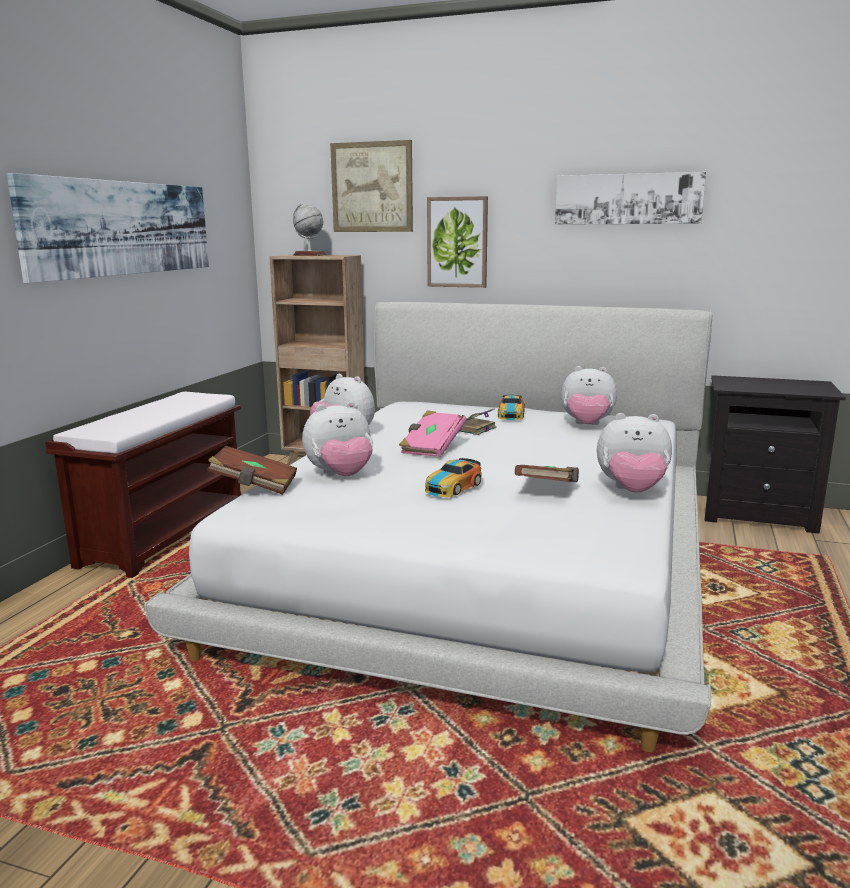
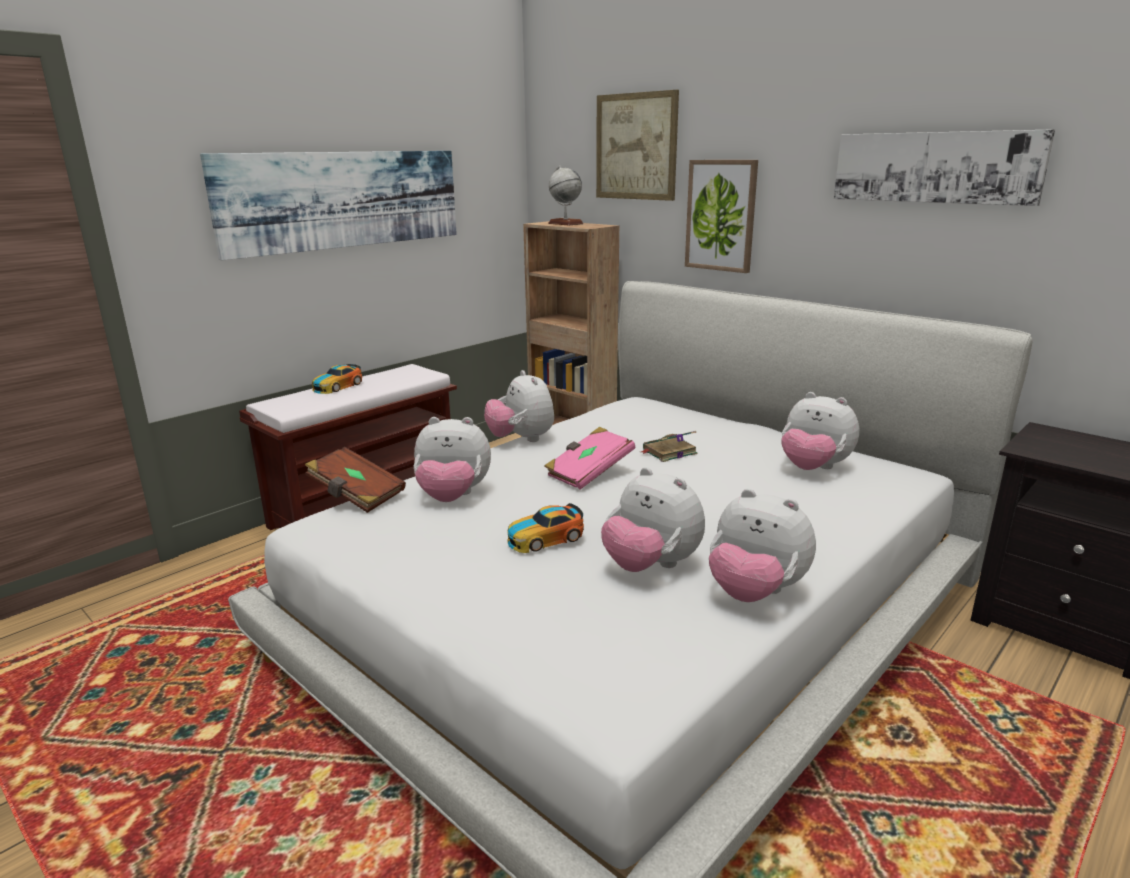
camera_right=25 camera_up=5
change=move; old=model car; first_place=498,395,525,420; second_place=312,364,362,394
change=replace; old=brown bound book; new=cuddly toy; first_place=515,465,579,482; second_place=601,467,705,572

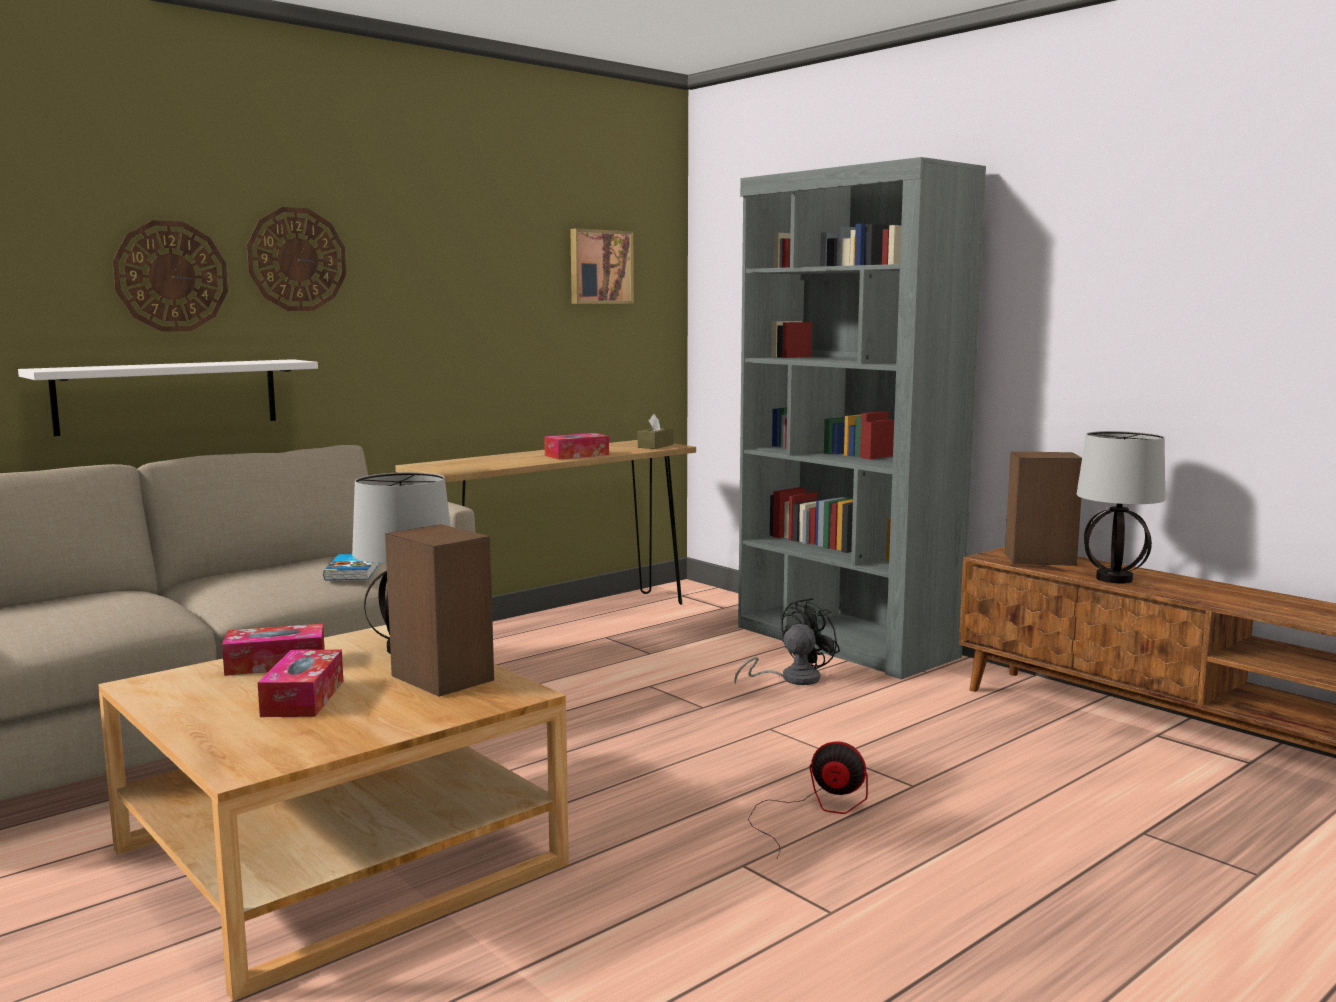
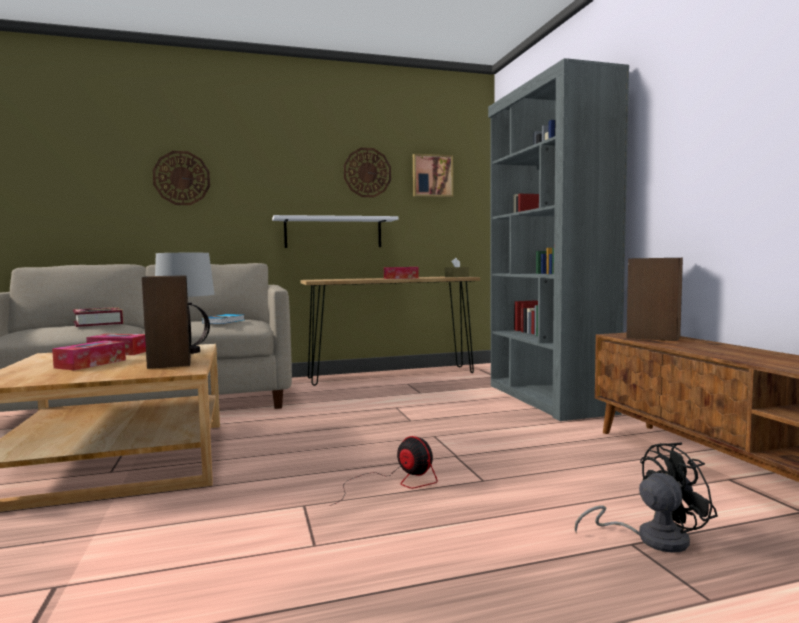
camera_right=25 camera_up=-5
change=delete; old=lamp for a table; first_place=1077,431,1165,583
change=insert; new=bound book; second_place=73,307,124,327
change=move; old=white wall shelf; first_place=18,359,318,436; second_place=272,215,398,248
change=move; old=clock on the wall; first_place=246,207,346,311; second_place=344,148,391,197
change=move; old=blackish electric fan; first_place=734,598,840,685; second_place=575,443,718,553

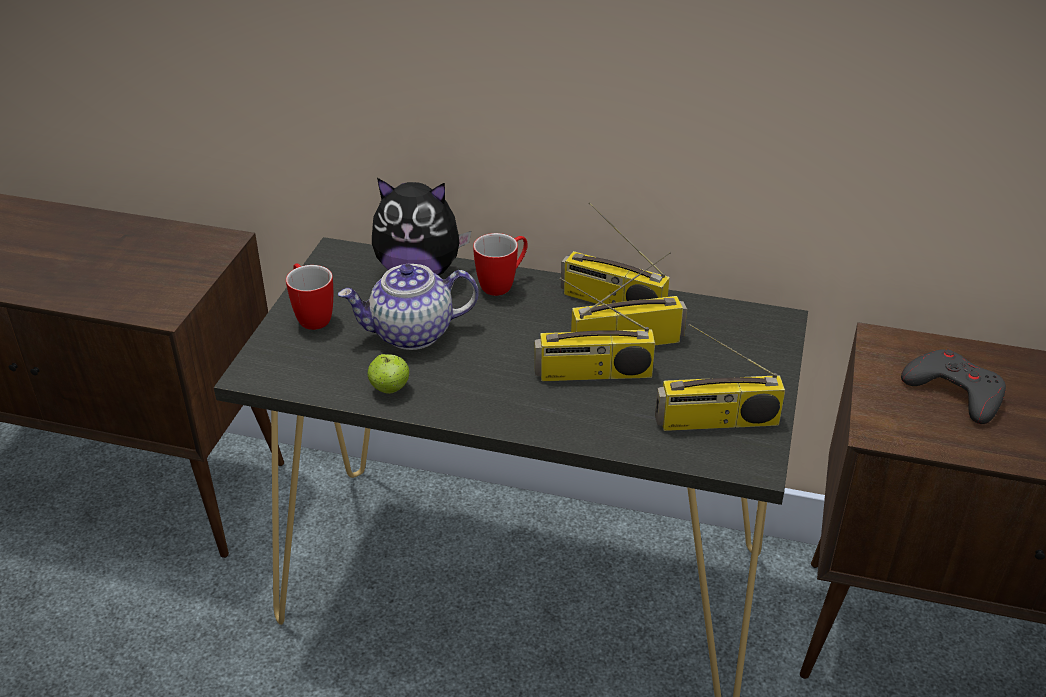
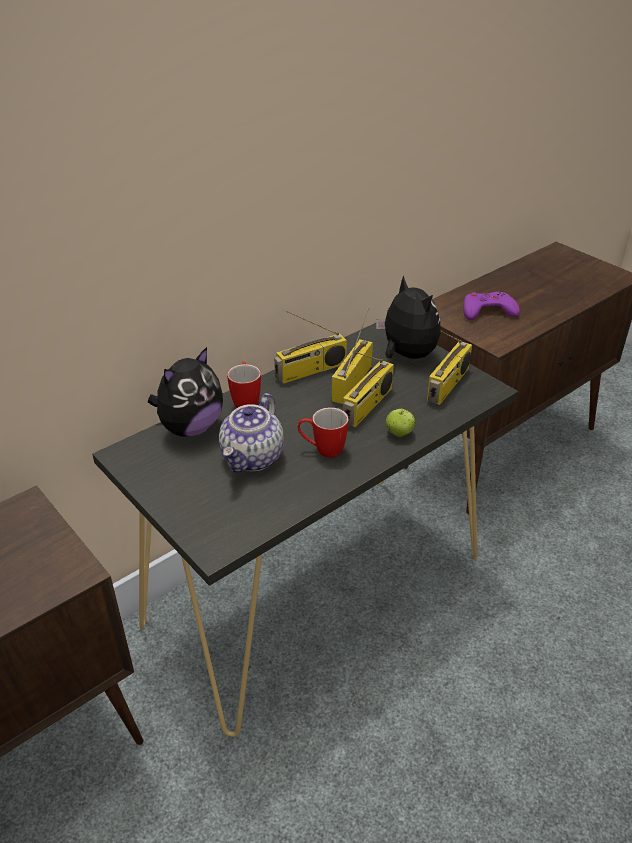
camera_right=-55 camera_up=0
change=insert; new=cuddly toy; second_place=376,275,441,359
change=move; old=mug; first_place=286,263,333,330; second_place=298,407,349,458
change=move; old=apple fruit; first_place=367,354,410,394; second_place=385,408,415,437
change=recolor; old=greyish gamepad; new=purple gamepad; first_place=901,350,1006,424; second_place=463,292,520,320

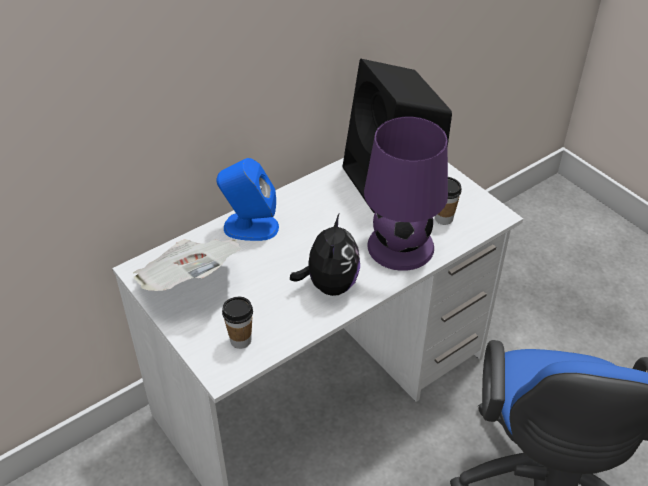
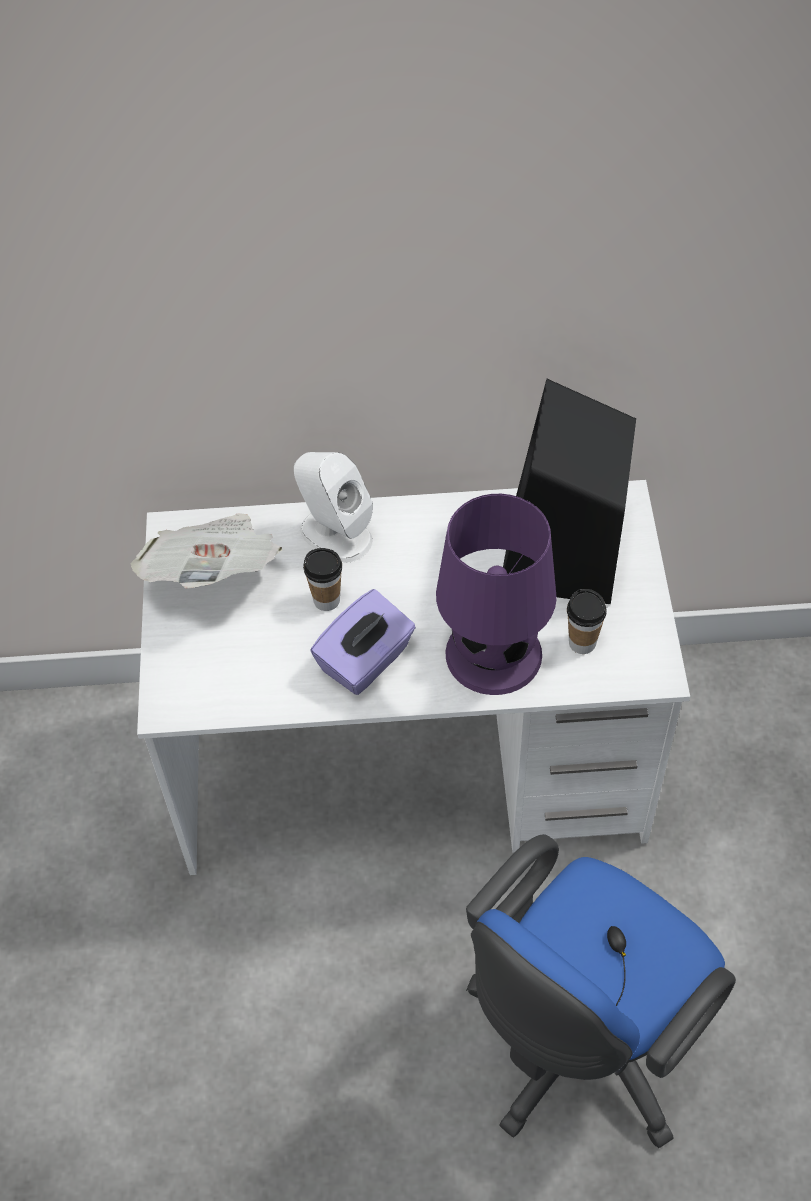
camera_right=35 camera_up=10
change=move; old=cup; first_place=222,297,253,349; second_place=303,548,342,611
change=replace; old=cuddly toy; new=purple tissue holder; first_place=290,214,360,296; second_place=310,589,416,695
change=recolor; old=blue speaker; new=white speaker; first_place=216,158,279,241; second_place=294,452,373,563

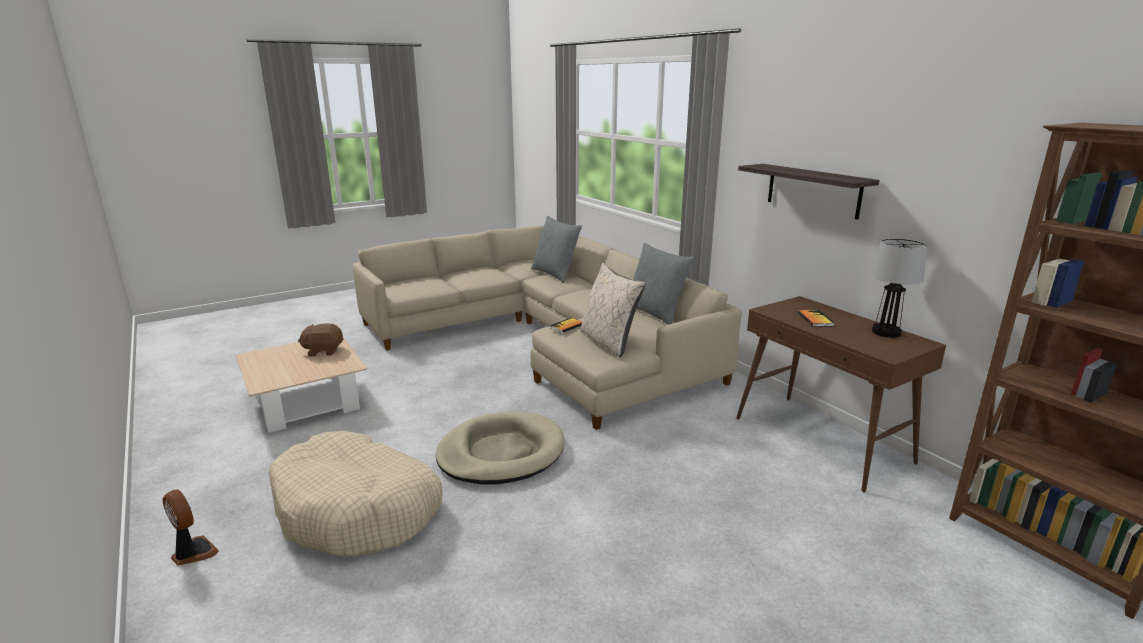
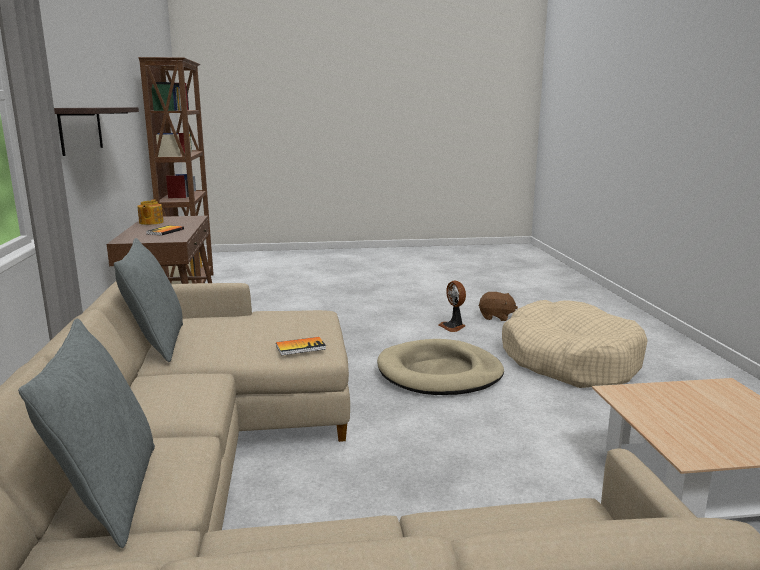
camera_right=-155 camera_up=-5
change=delete; old=sand-coloured cushion; first_place=581,263,645,357
change=move; old=electric fan; first_place=163,489,219,566; second_place=438,281,466,332
change=move; old=brown cuddly toy; first_place=298,324,344,357; second_place=478,292,518,321
change=replace; old=lamp for a table; new=tea pot; first_place=872,238,927,338; second_place=137,200,164,225

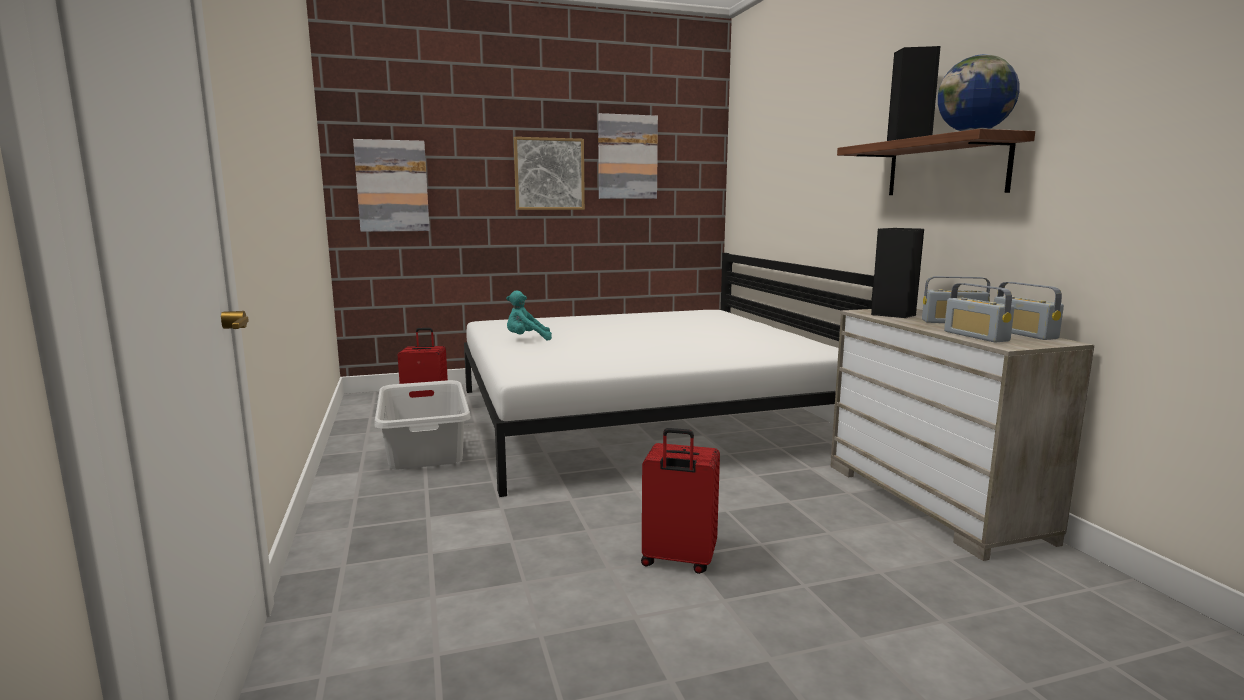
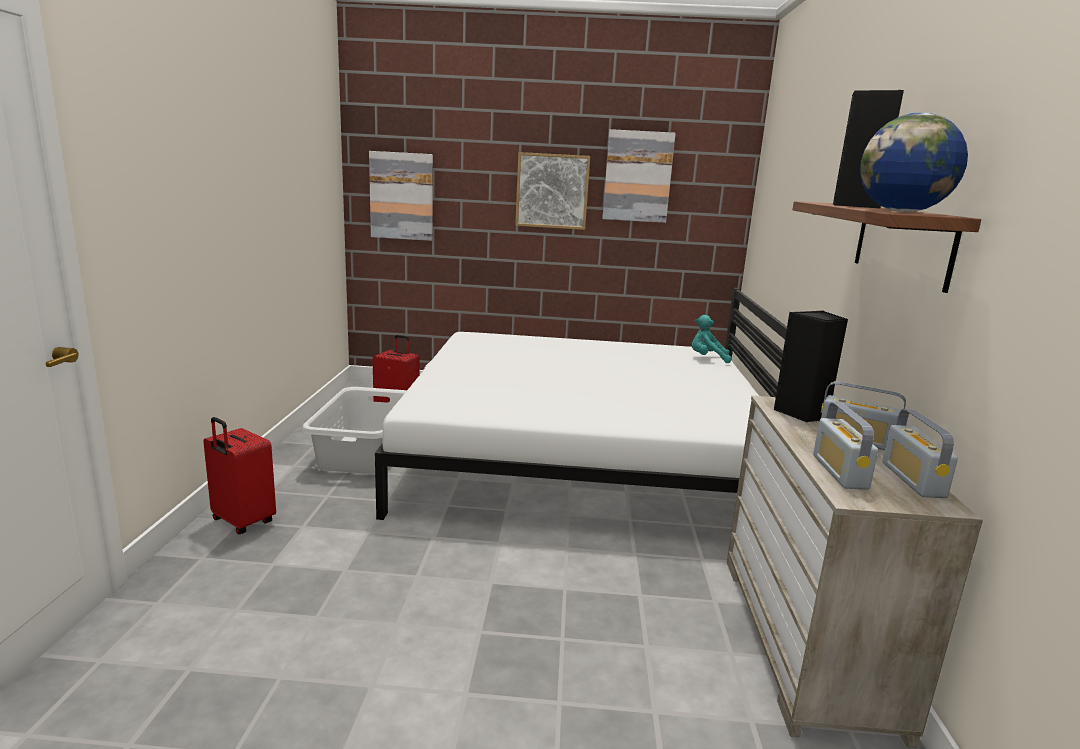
camera_right=20 camera_up=5
change=move; old=turquoise cuddly toy; first_place=506,290,552,341; second_place=692,315,732,363
change=move; old=red-coloured piece of luggage; first_place=641,428,720,574; second_place=203,417,276,535

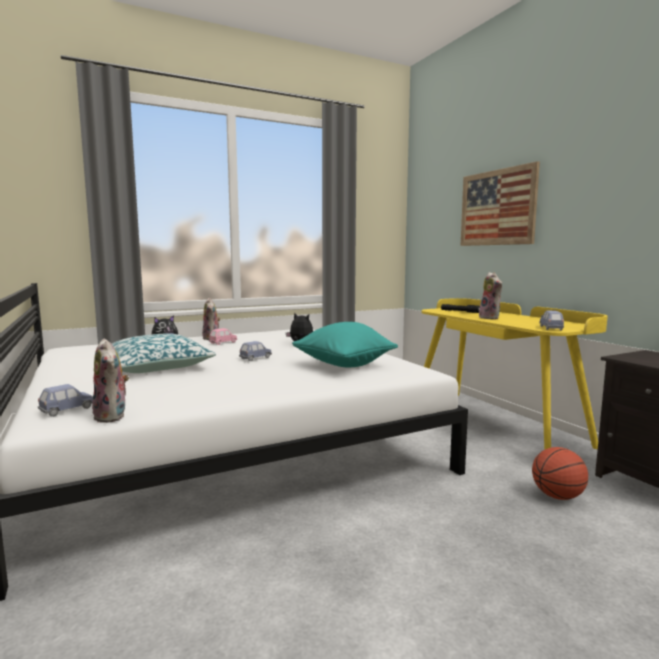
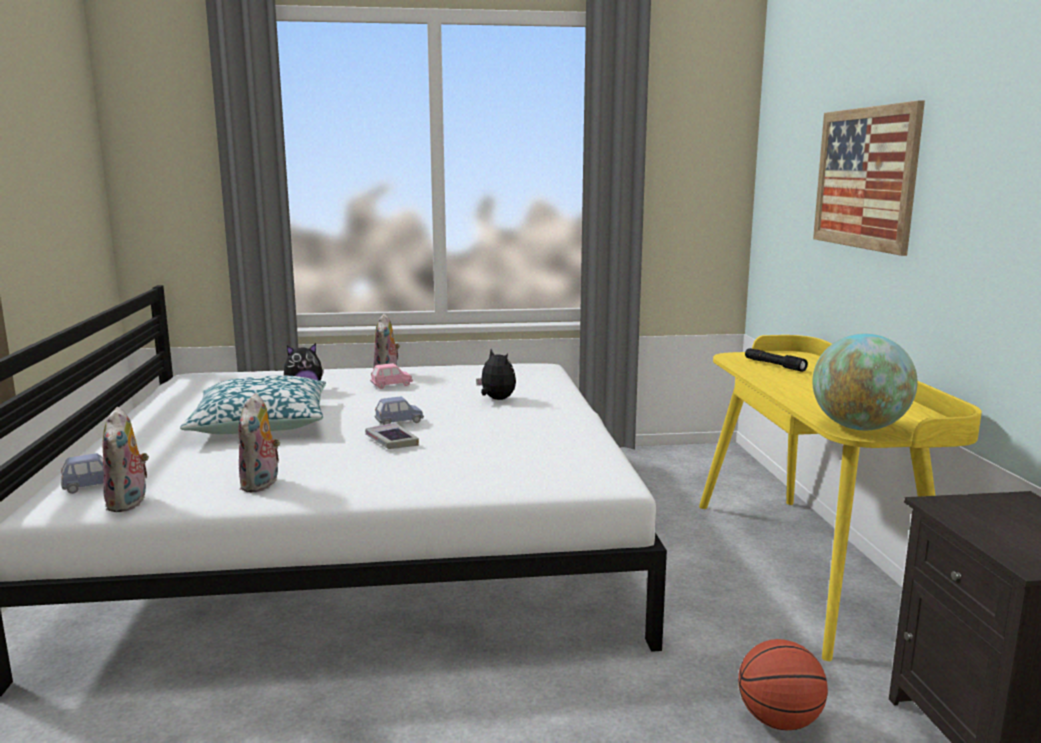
camera_right=20 camera_up=5
change=delete; old=turquoise cushion; first_place=292,322,398,367
change=insert; new=bound book; second_place=365,423,419,449
change=move; old=cuddly toy; first_place=479,272,503,319; second_place=238,393,280,492
change=replace; old=blue model car; new=world globe; first_place=540,310,564,330; second_place=812,334,918,430

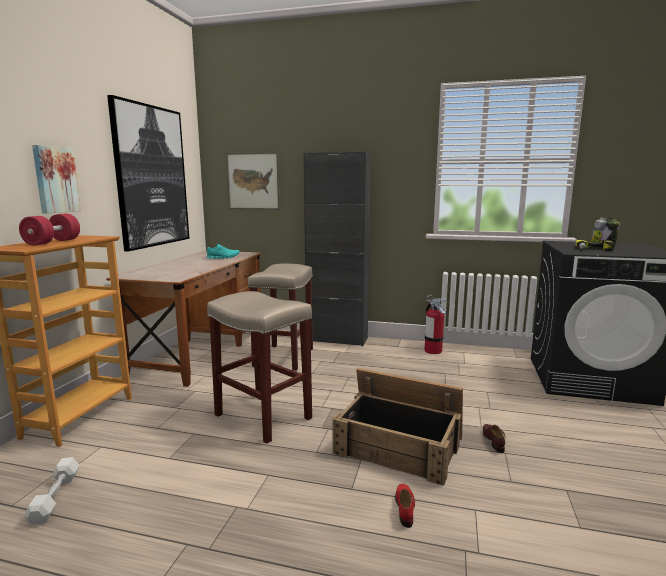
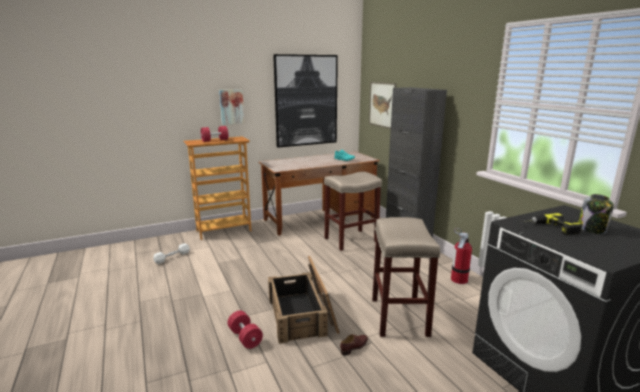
camera_right=50 camera_up=5
change=move; old=sand-coloured stool; first_place=207,291,312,444; second_place=372,217,440,337
change=replace; old=red-coloured shoe; new=red-coloured dumbbell; first_place=395,484,415,528; second_place=228,311,263,349

